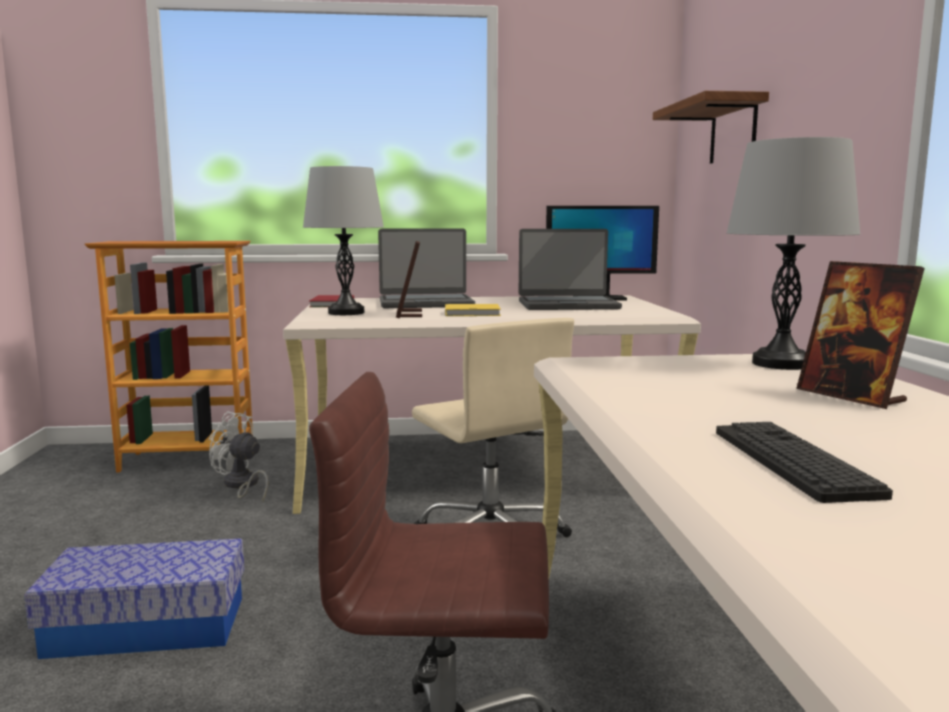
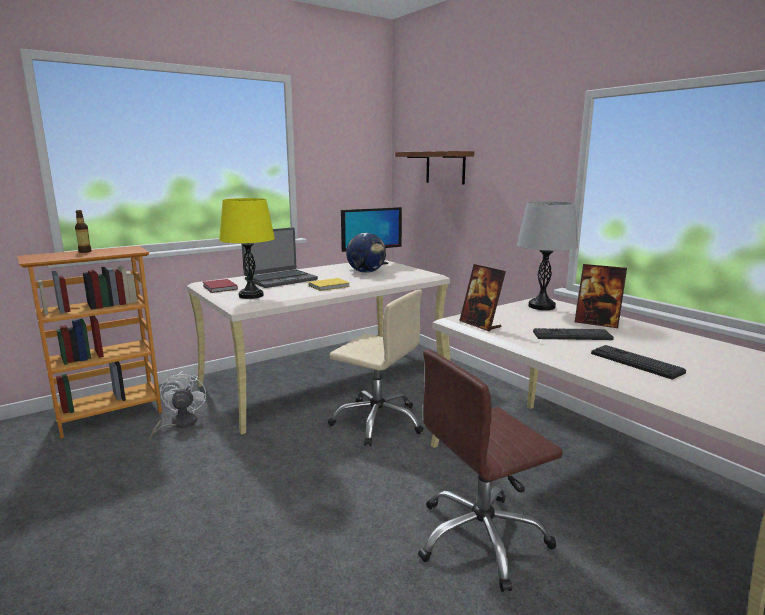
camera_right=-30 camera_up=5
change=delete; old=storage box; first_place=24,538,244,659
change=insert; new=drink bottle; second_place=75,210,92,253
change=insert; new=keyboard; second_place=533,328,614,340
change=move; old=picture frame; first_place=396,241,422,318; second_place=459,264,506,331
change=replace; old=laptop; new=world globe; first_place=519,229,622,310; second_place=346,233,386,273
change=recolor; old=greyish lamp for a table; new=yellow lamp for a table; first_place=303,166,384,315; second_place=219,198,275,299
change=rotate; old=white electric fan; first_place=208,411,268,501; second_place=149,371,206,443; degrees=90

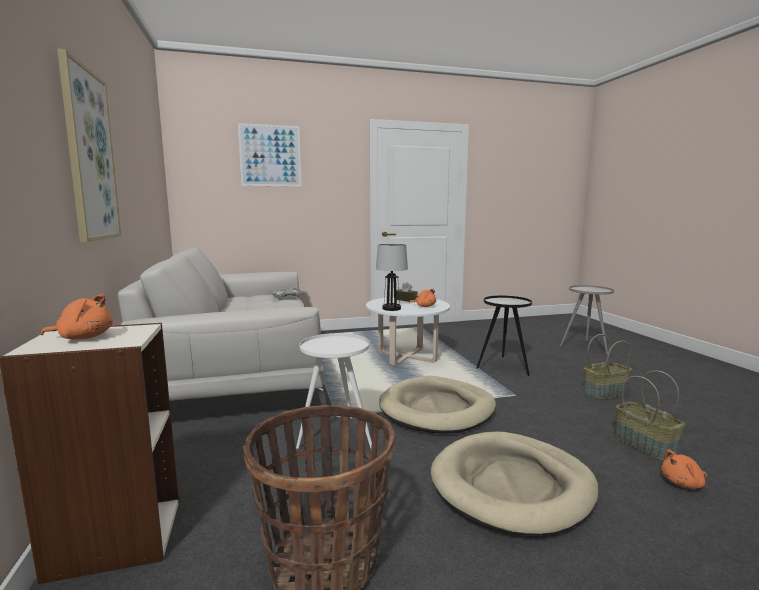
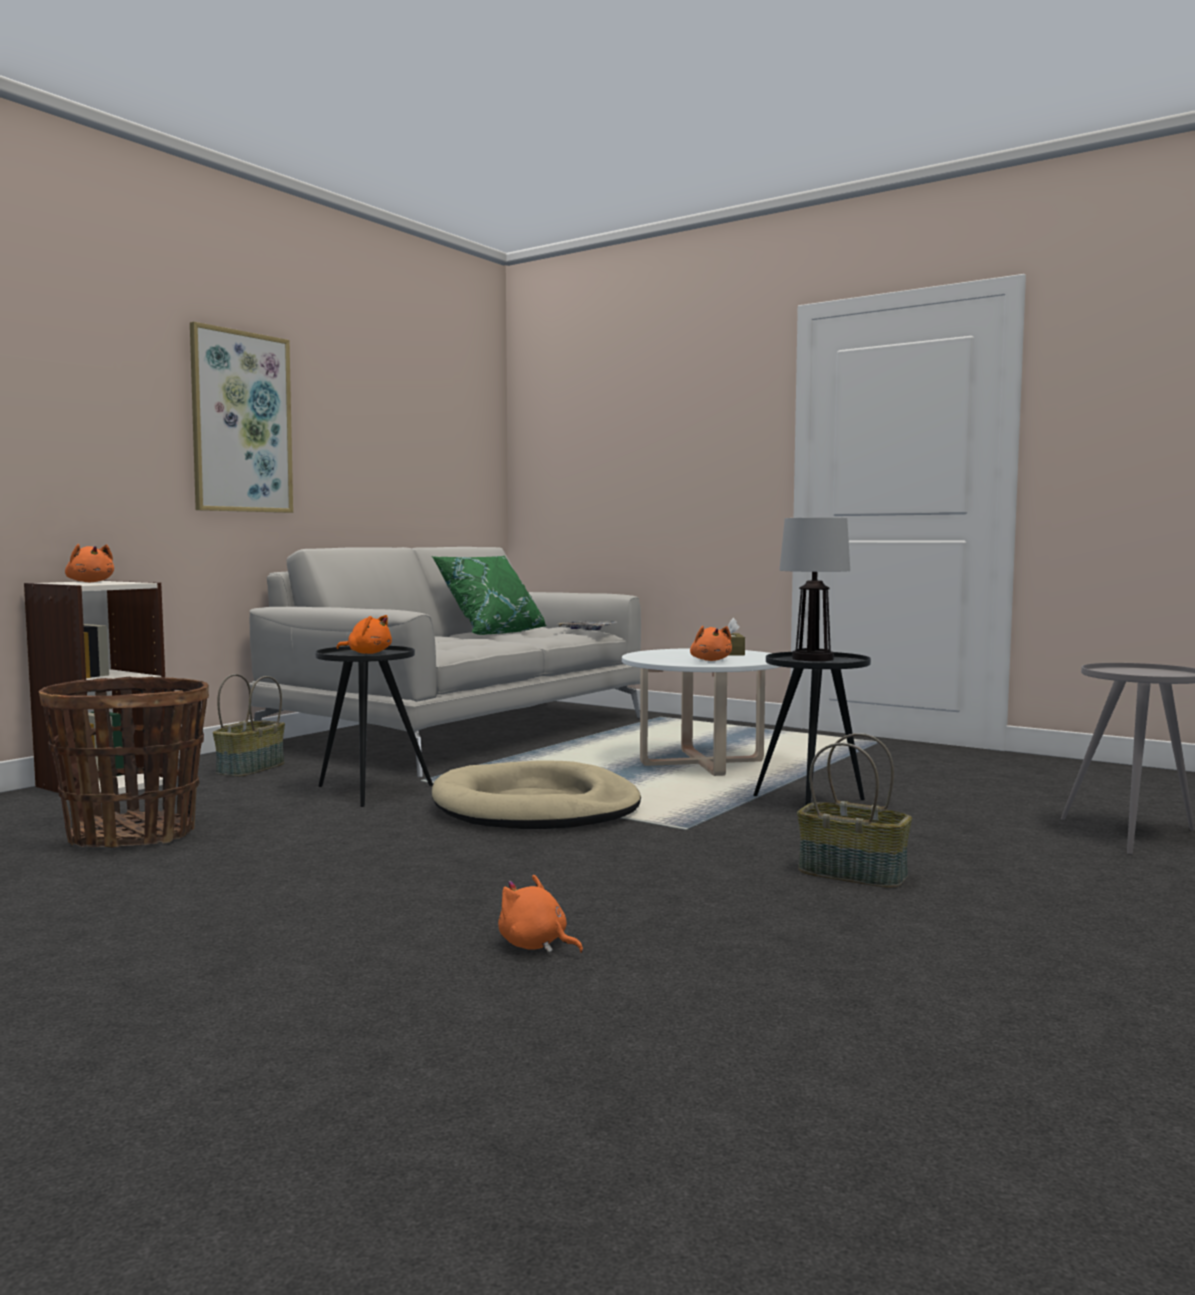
camera_right=50 camera_up=-5
change=delete; old=picture; first_place=238,123,301,187
change=delete; old=sand-coloured pet bed; first_place=431,431,599,536
change=insert; new=orangey cuddly toy; second_place=336,615,392,654
change=insert; new=greenish cushion; second_place=432,556,546,635
change=move; old=lamp for a table; first_place=376,244,408,311; second_place=779,517,850,661
change=move; old=basket; first_place=614,371,685,461; second_place=213,674,285,777
change=recolor; old=white accent table; new=blackish accent table; first_place=296,333,372,449; second_place=315,646,433,807

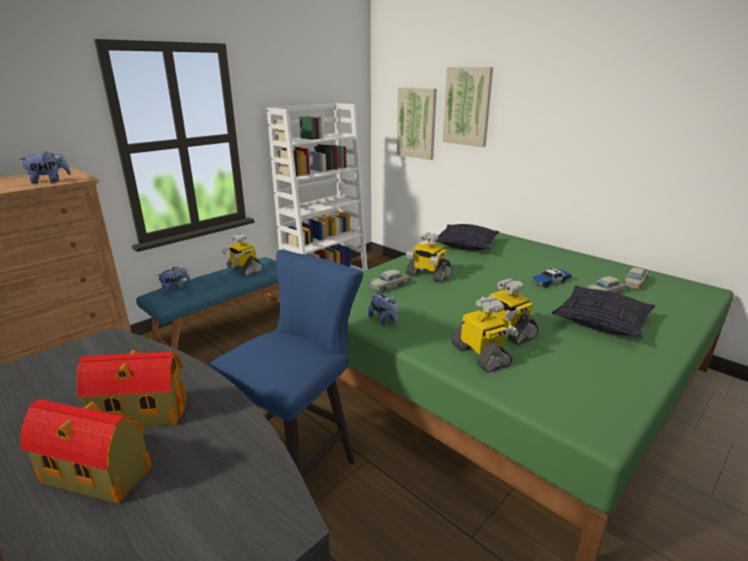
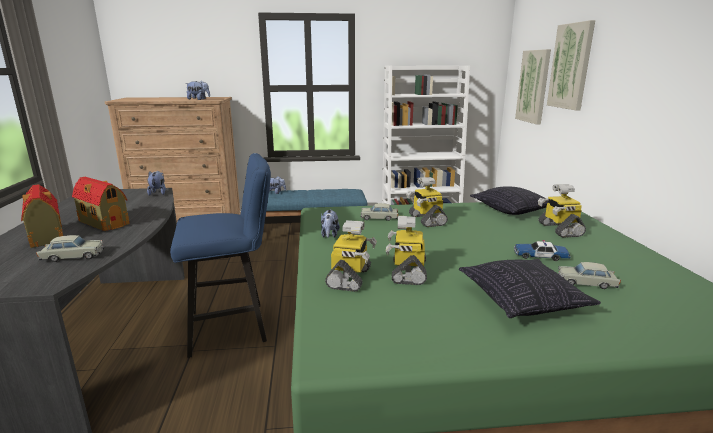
camera_right=40 camera_up=-5
change=insert; new=cuddly toy; second_place=147,171,166,196
change=move; old=toy robot; first_place=222,233,263,276; second_place=538,184,586,238
change=move; old=sand-coloured model car; first_place=623,267,649,289; second_place=36,235,104,262

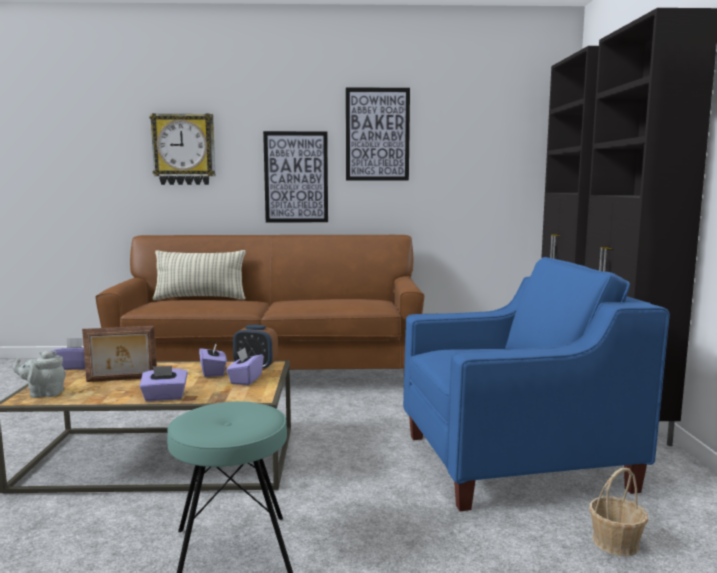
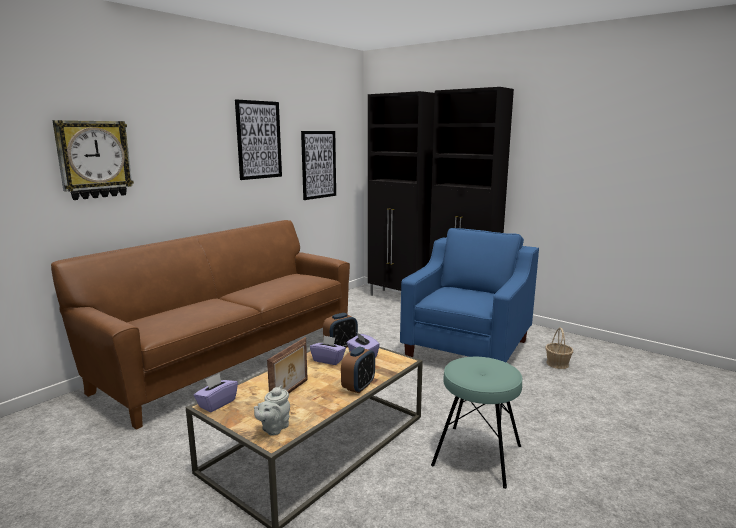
camera_right=-50 camera_up=5
change=delete; old=cushion; first_place=153,250,246,300
change=move; old=picture; first_place=263,131,328,222; second_place=301,131,336,200
change=replace; old=purple tissue holder; new=bedside clock; first_place=139,366,188,401; second_place=341,346,375,393

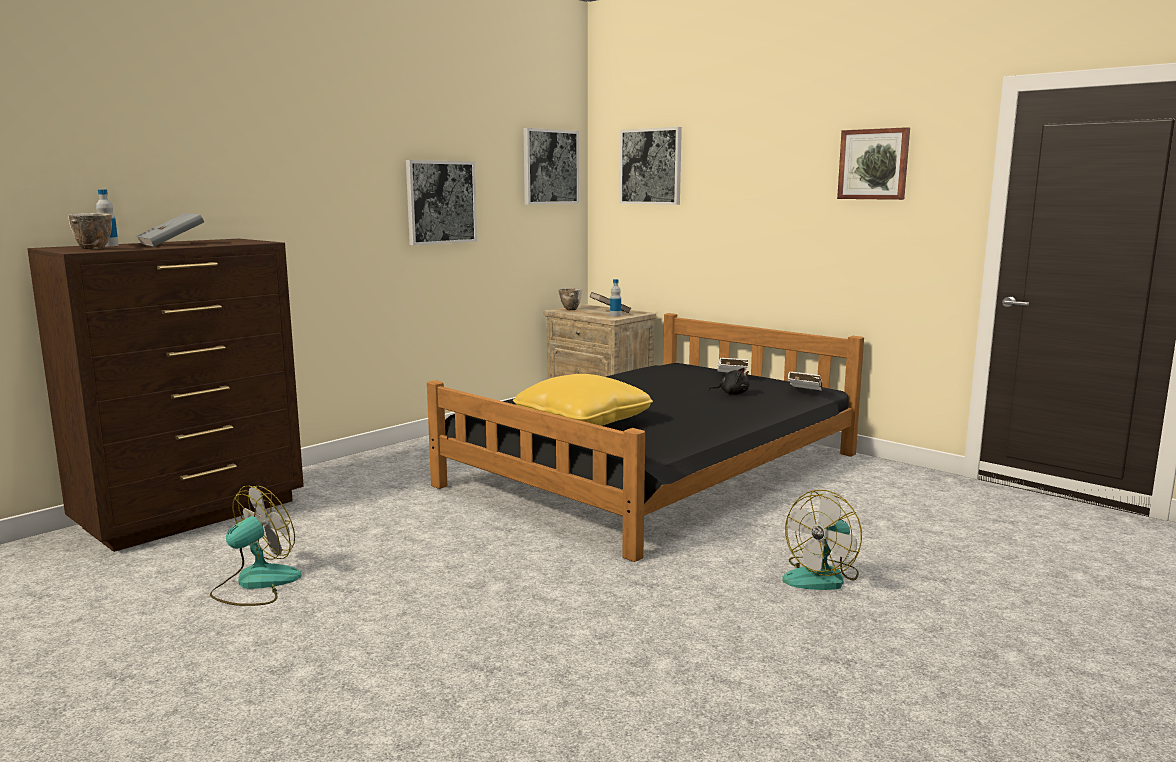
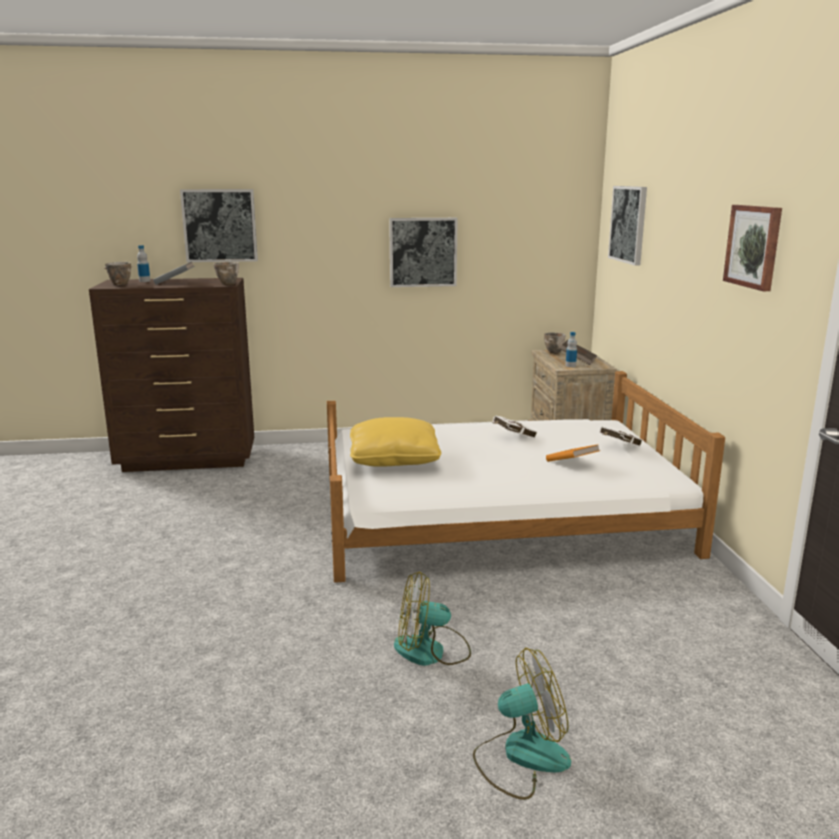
camera_right=40 camera_up=5
change=insert; new=bowl; second_place=213,262,239,286
change=move; old=electric fan; first_place=210,485,302,606; second_place=473,648,571,800
change=move; old=picture; first_place=524,128,579,204; second_place=180,189,258,262
change=move; old=white bound book; first_place=788,371,823,390; second_place=492,415,537,438
change=replace; old=blackish cuddly toy; new=orangey bound book; first_place=708,368,750,395; second_place=546,444,599,462
change=recolor; old=blackish sleeping bed; new=white sleeping bed; first_place=427,313,864,562; second_place=327,371,725,583

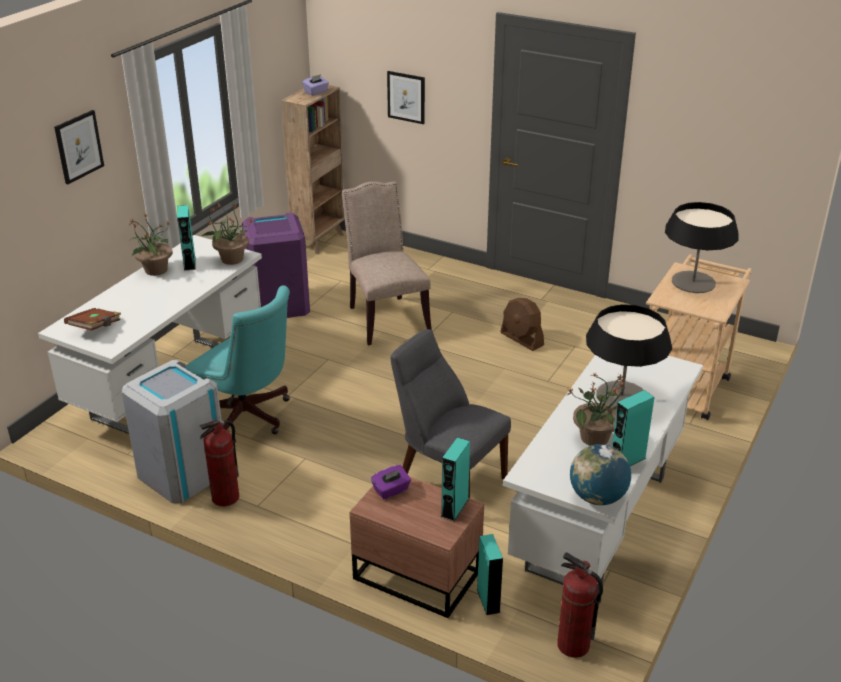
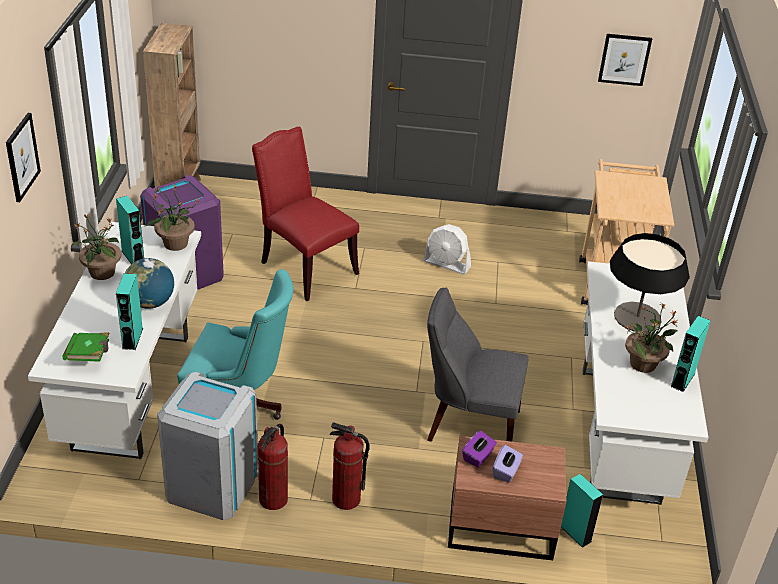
camera_right=-25 camera_up=5
change=delete; old=lamp for a table; first_place=665,202,739,293
change=move; old=purple tissue holder; first_place=302,74,329,96; second_place=493,445,523,483
change=move; old=picture; first_place=387,71,425,124; second_place=598,34,652,86
change=move; old=turquoise speaker; first_place=441,437,470,521; second_place=116,273,143,350
change=move; old=fire-fighting cylinder; first_place=557,552,603,658; second_place=329,422,370,510
change=move; old=world globe; first_place=570,444,631,505; second_place=125,258,174,309
change=recolor; old=brown bound book; new=greenish bound book; first_place=64,308,121,331; second_place=62,332,109,362
change=recolor; old=sand-coloured chair; new=red-coloured chair; first_place=342,182,432,345; second_place=252,127,359,301
change=recolor; old=brown electric fan; new=white electric fan; first_place=500,298,544,351; second_place=423,224,471,275

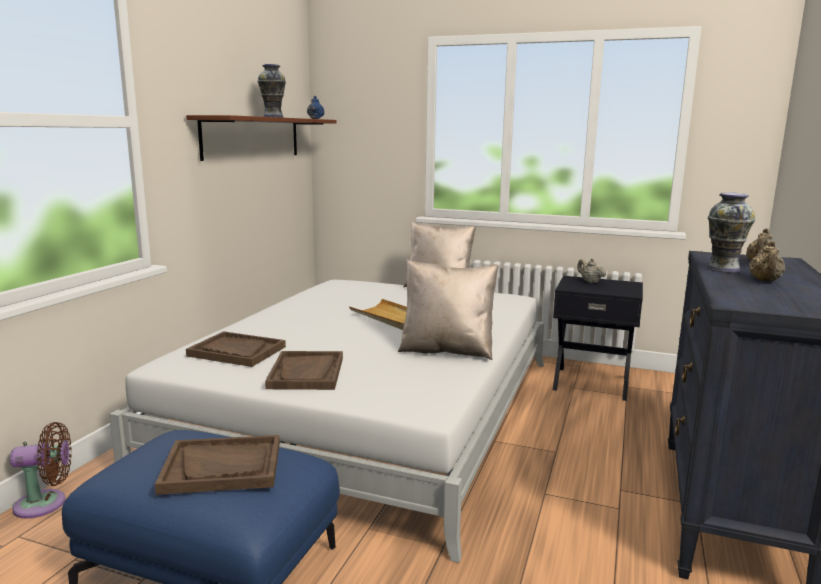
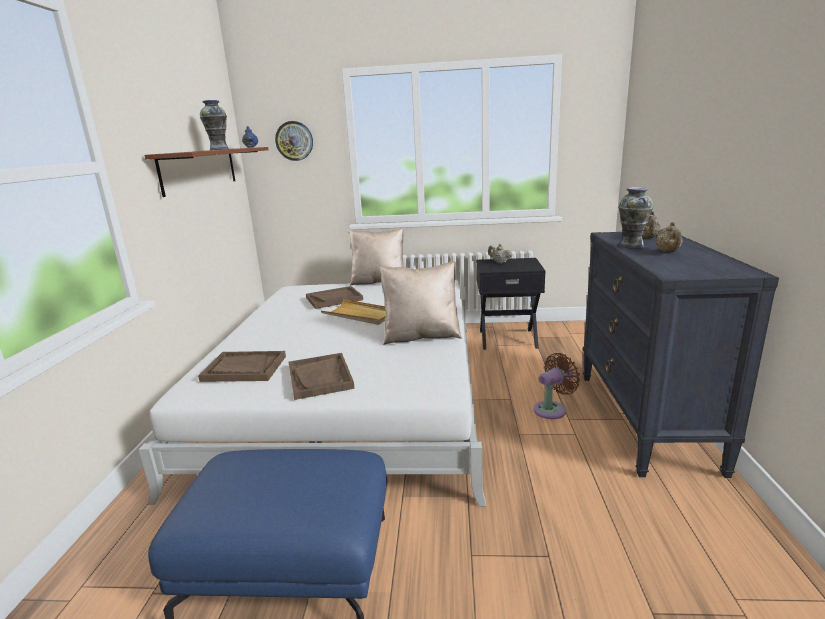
camera_right=-15 camera_up=5
change=insert; new=clock on the wall; second_place=275,121,313,161
change=move; old=brown electric fan; first_place=10,422,72,519; second_place=534,353,580,419
change=move; old=brown serving tray; first_place=155,435,280,495; second_place=306,286,363,309

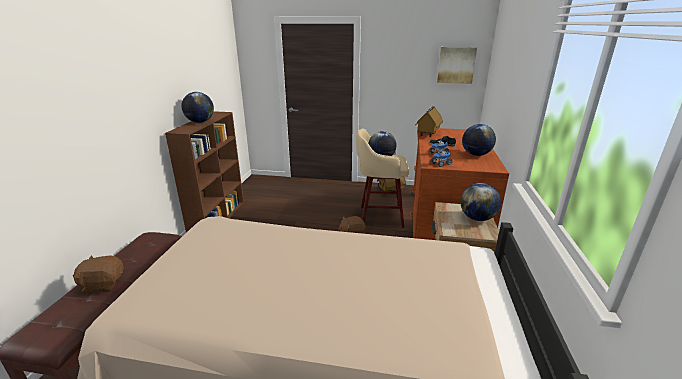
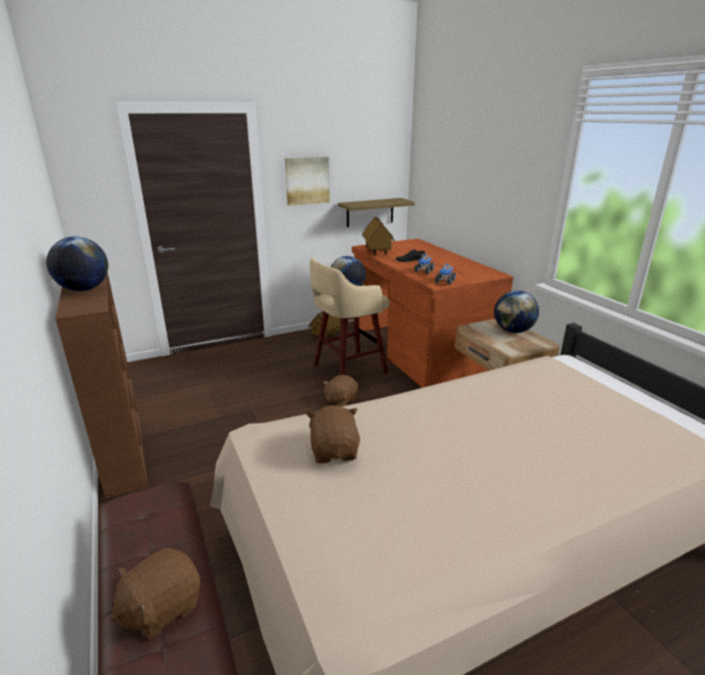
camera_right=-35 camera_up=0
change=delete; old=world globe; first_place=462,124,496,156
change=insert; new=brown cuddly toy; second_place=306,405,360,463
change=insert; new=wall shelf; second_place=338,198,415,227
change=move; old=picture; first_place=437,47,477,84; second_place=285,157,330,206

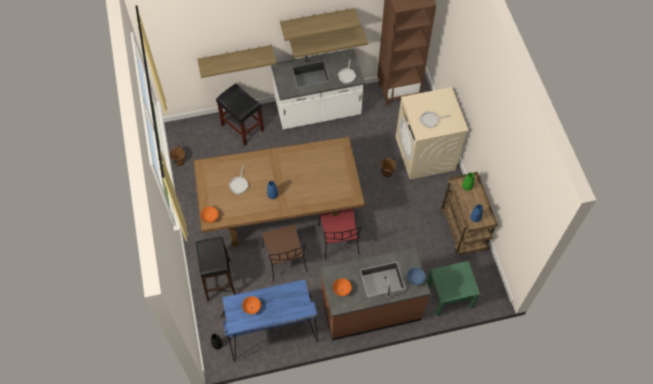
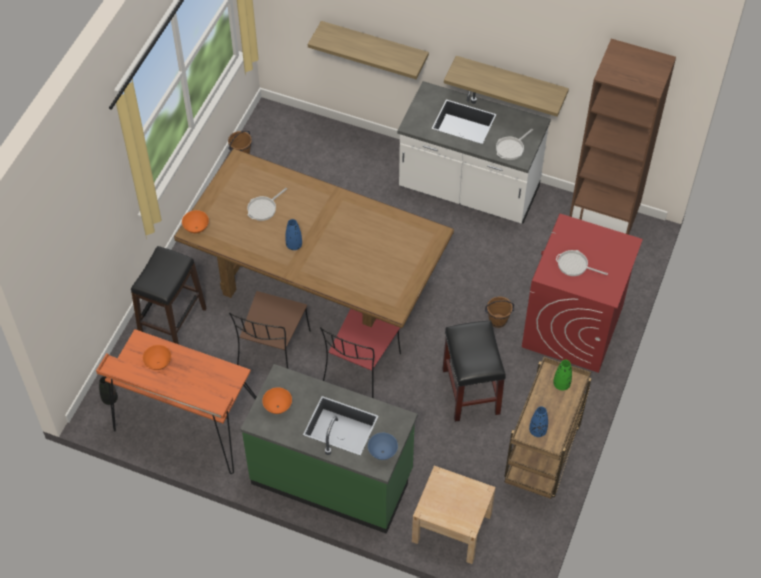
camera_right=35 camera_up=-5
change=delete; old=wall shelf; first_place=280,8,361,41
change=move; old=blackish stool; first_place=216,84,264,146; second_place=442,320,506,422
change=recolor; old=blue desk; new=orangey desk; first_place=221,279,319,361; second_place=96,329,257,474
change=recolor; old=brown kitchen base unit; new=greenish kitchen base unit; first_place=320,248,431,340; second_place=240,364,418,534
change=recolor; old=sand-coloured washing machine; new=red-coloured washing machine; first_place=396,87,469,180; second_place=522,214,643,373
change=recolor; old=greenish night table; new=sand-coloured night table; first_place=427,261,480,316; second_place=412,466,496,564

